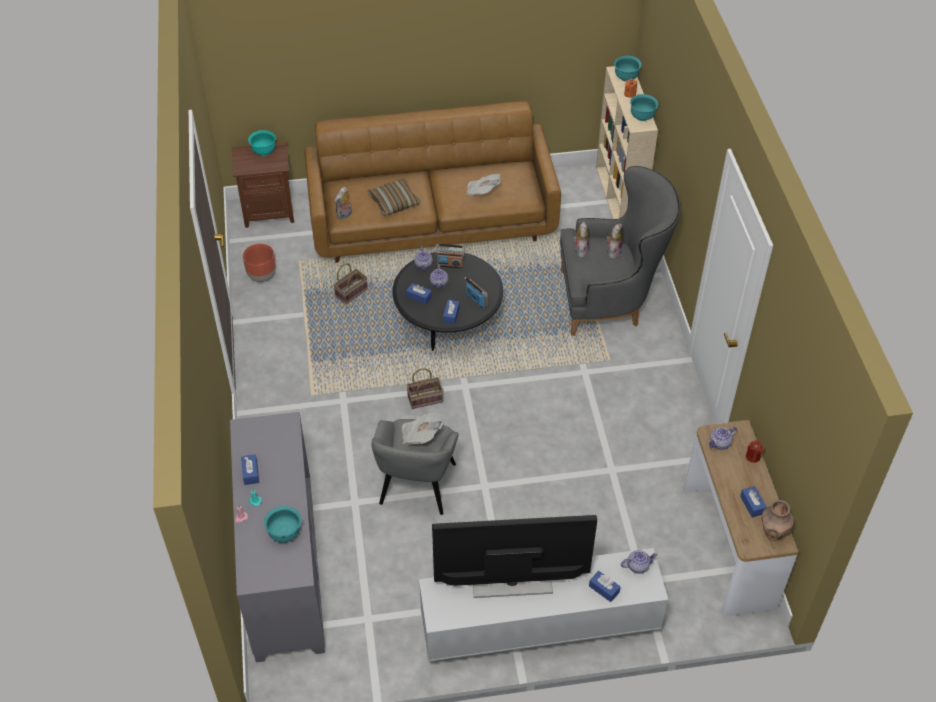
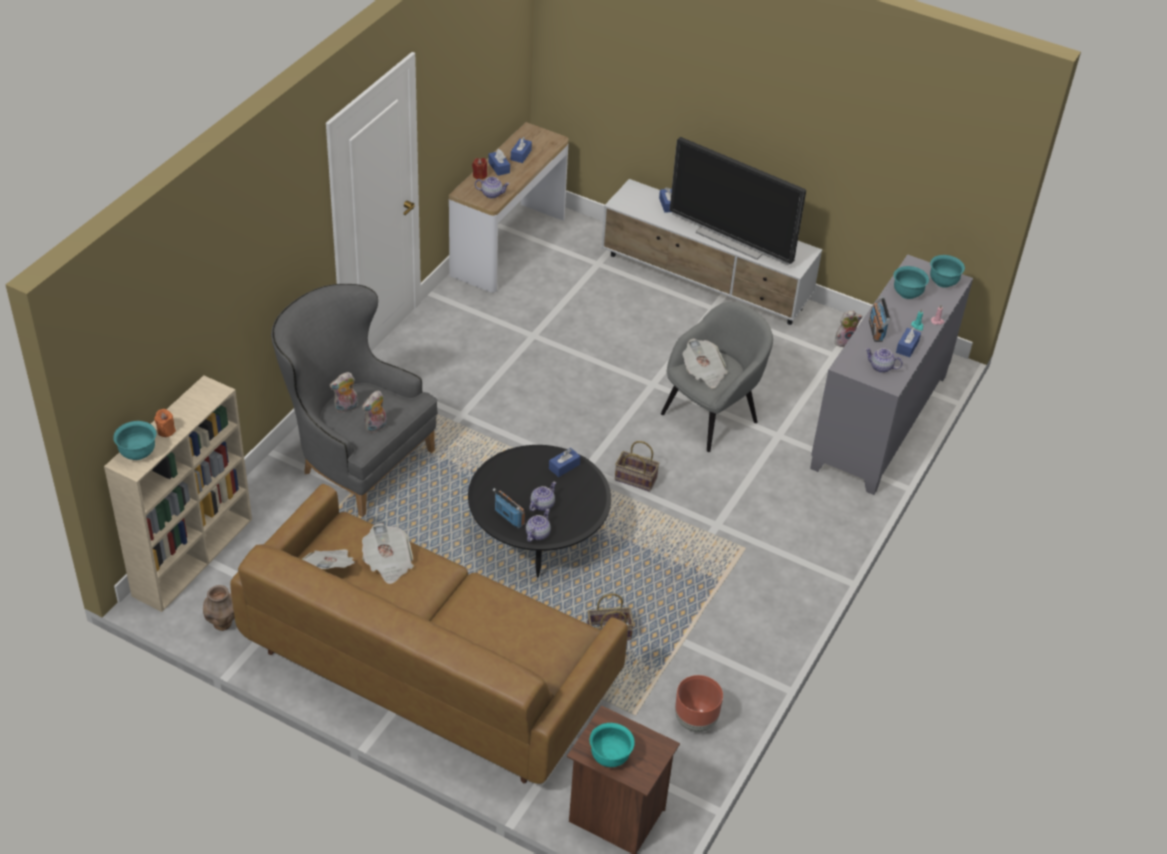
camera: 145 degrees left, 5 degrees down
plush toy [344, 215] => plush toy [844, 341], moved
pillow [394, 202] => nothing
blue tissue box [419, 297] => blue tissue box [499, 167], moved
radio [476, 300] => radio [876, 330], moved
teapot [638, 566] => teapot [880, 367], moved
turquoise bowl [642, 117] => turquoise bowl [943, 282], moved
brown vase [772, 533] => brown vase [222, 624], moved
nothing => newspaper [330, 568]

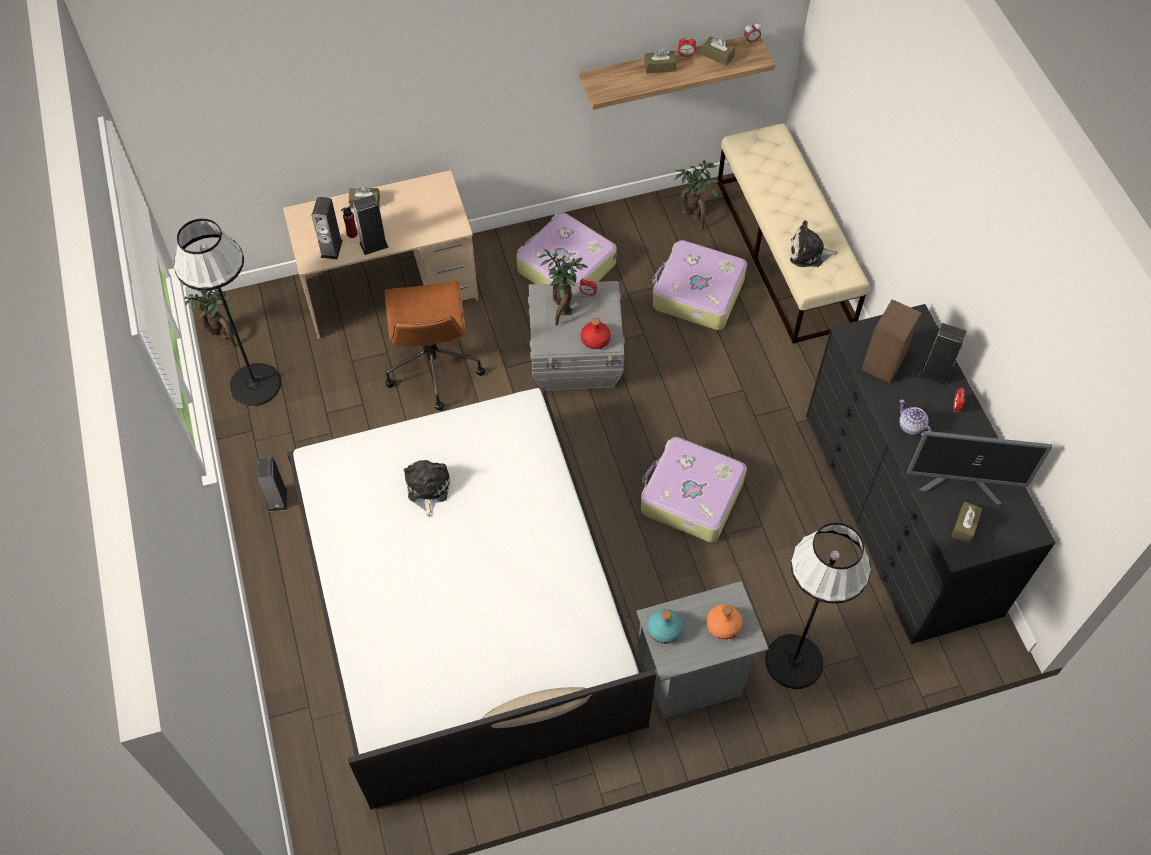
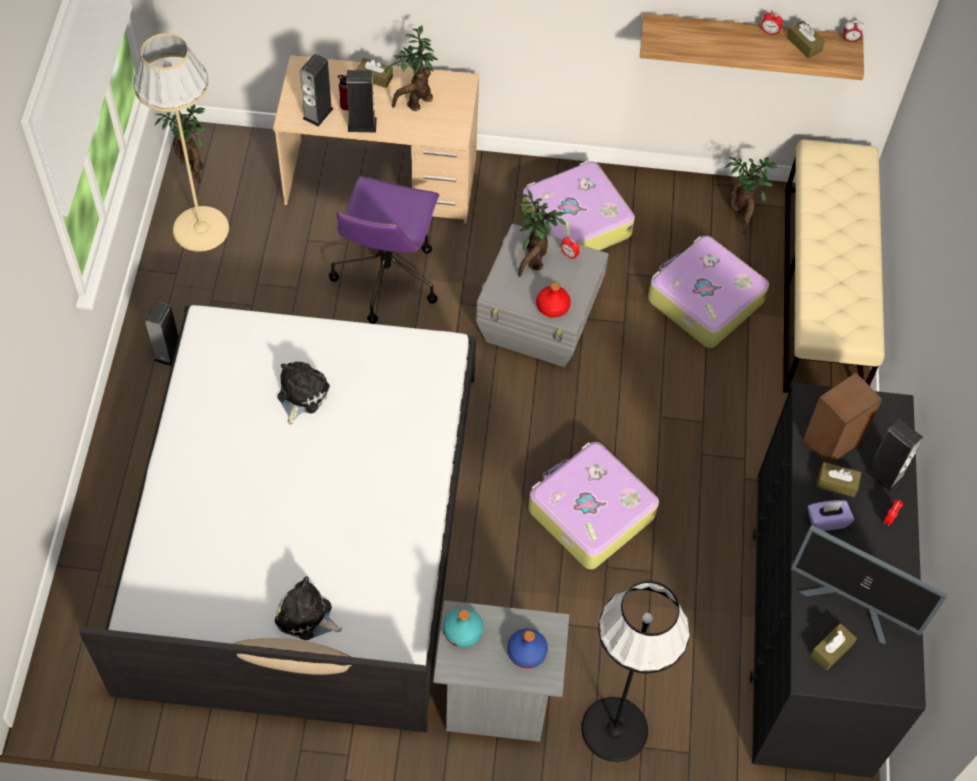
camera: 20 degrees right, 0 degrees up
black floor lamp [255, 384] => beige floor lamp [201, 228]
brown office chair [433, 367] => purple office chair [386, 276]
brown tissue box [659, 67] => brown tissue box [836, 483], moved
orange bottle [723, 625] => blue bottle [527, 651]
plush toy [809, 253] => plush toy [306, 617], moved
teapot [910, 426] => purple tissue box [826, 521]
nothing => potted plant [415, 103]

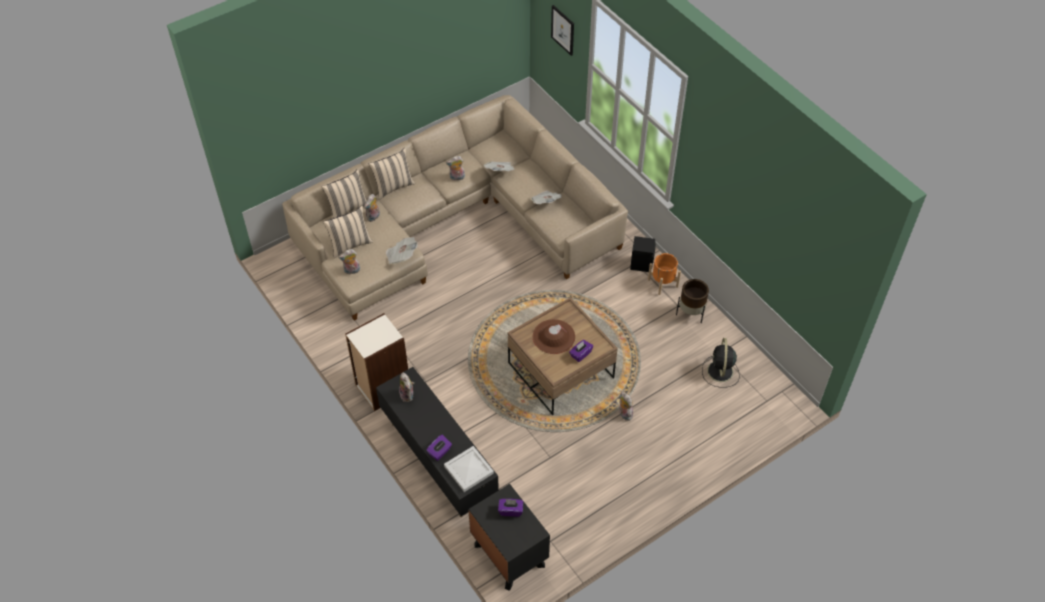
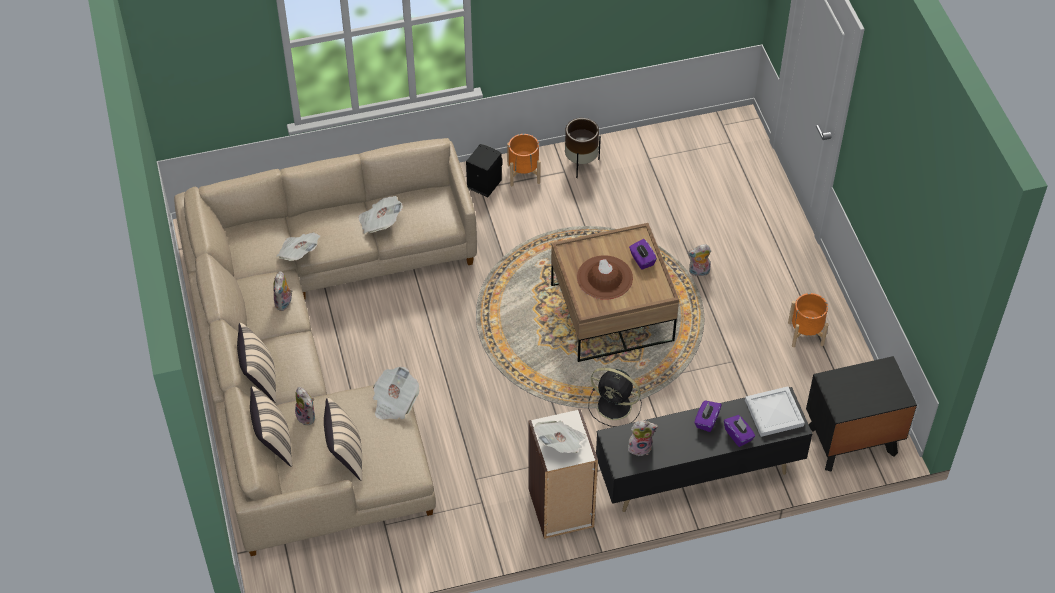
camera: 70 degrees left, 0 degrees up
plush toy [351, 271] => nothing
purple tissue box [510, 510] => purple tissue box [706, 421], moved
picture [563, 30] => nothing
black fan [720, 372] => black fan [615, 406], moved
nothing => newspaper [561, 444]
nothing => orange planter [805, 333]

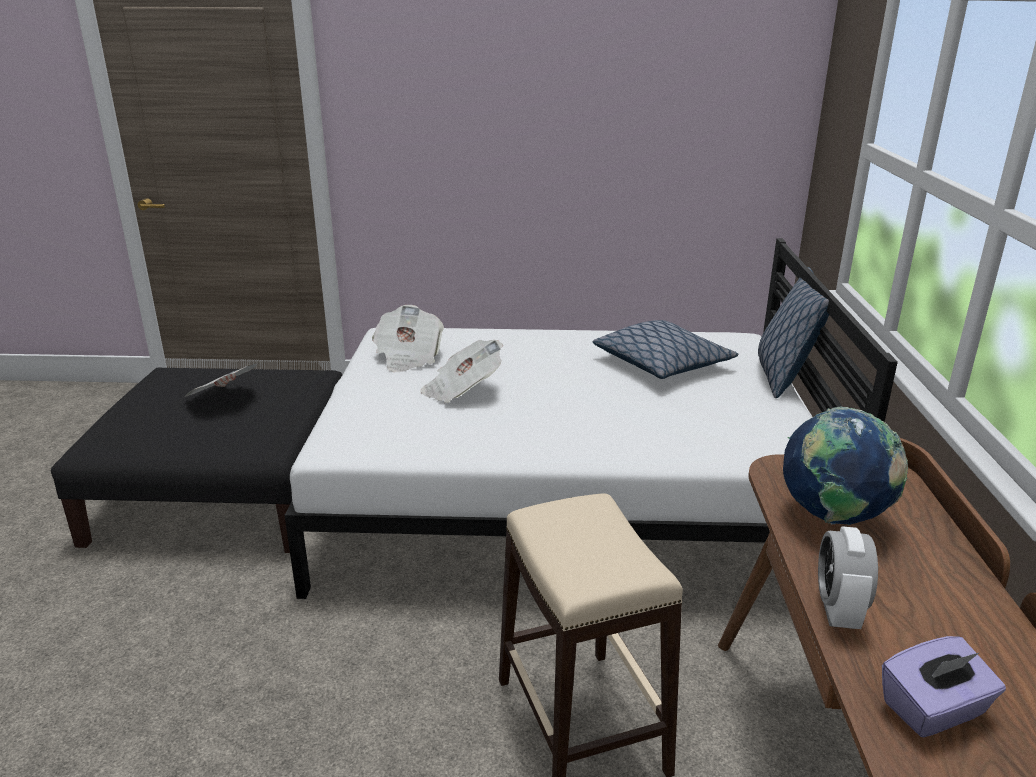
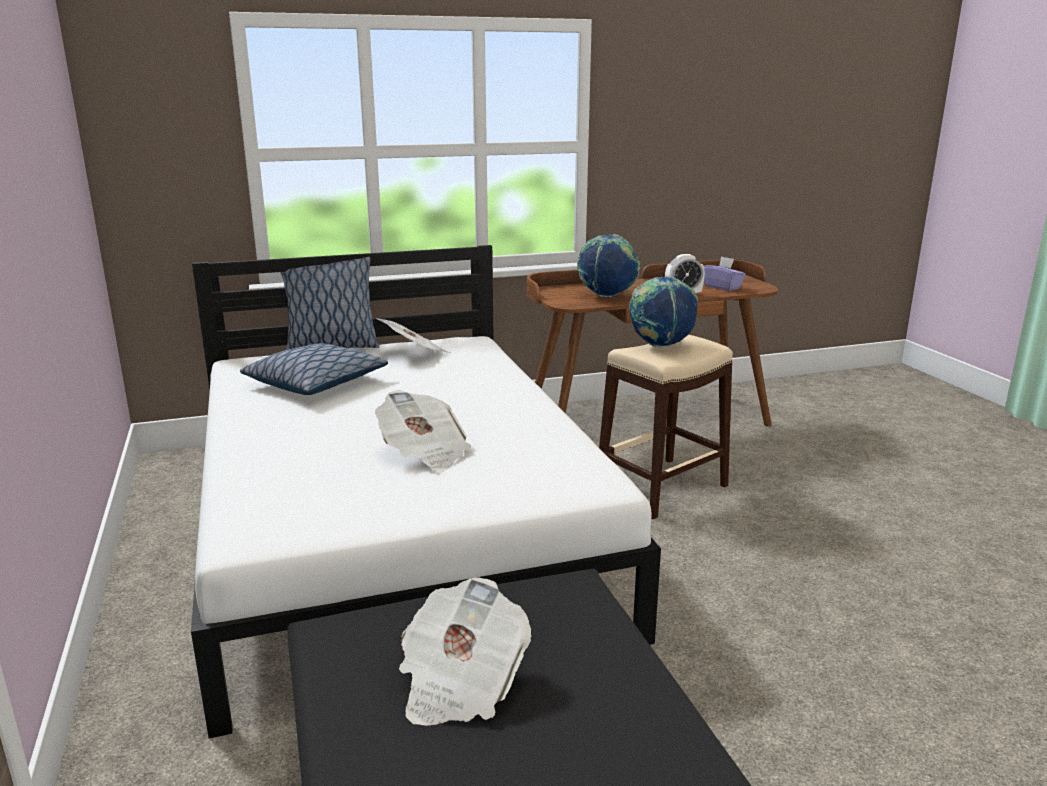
camera: 110 degrees left, 5 degrees down
newspaper [408, 357] => newspaper [414, 354], moved
nothing => globe [660, 346]

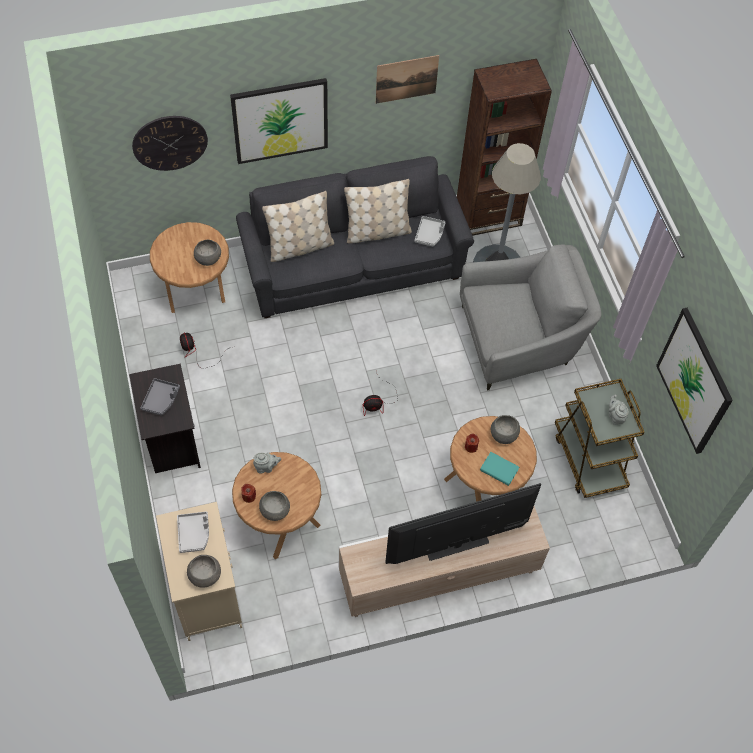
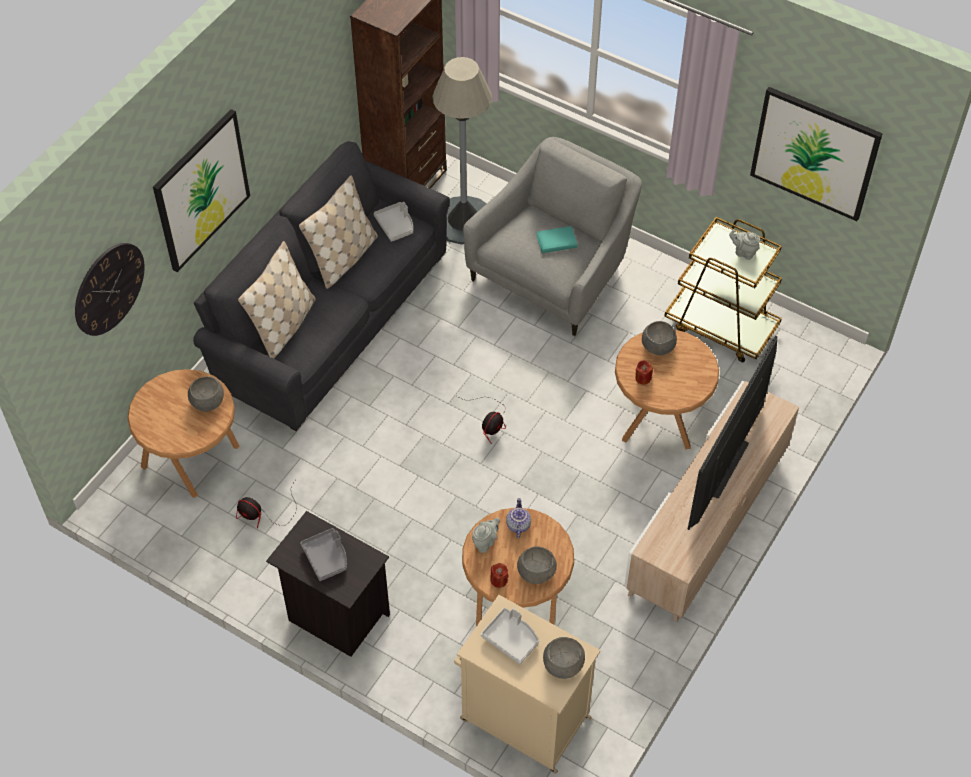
camera: 40 degrees left, 5 degrees down
picture [406, 79] => nothing
turquoise book [499, 470] => turquoise book [556, 241], moved
nothing => teapot [517, 525]

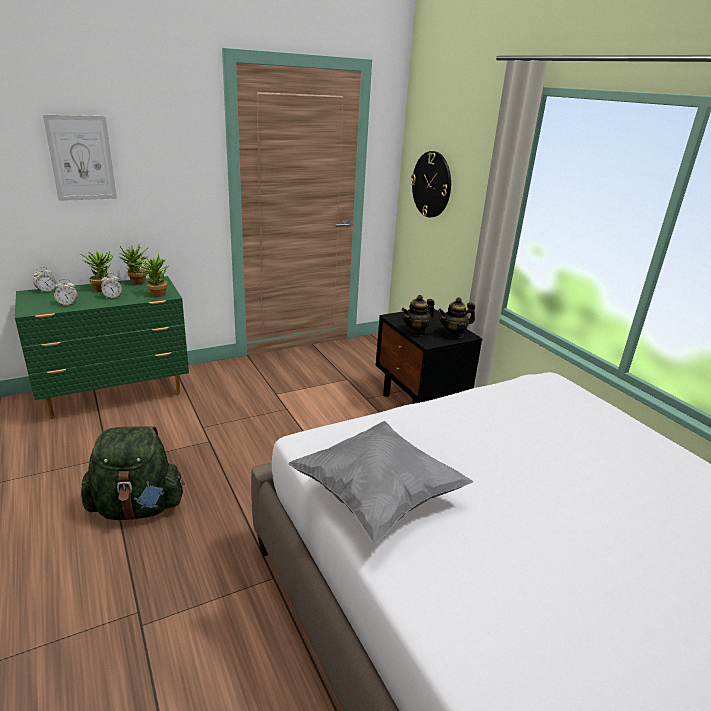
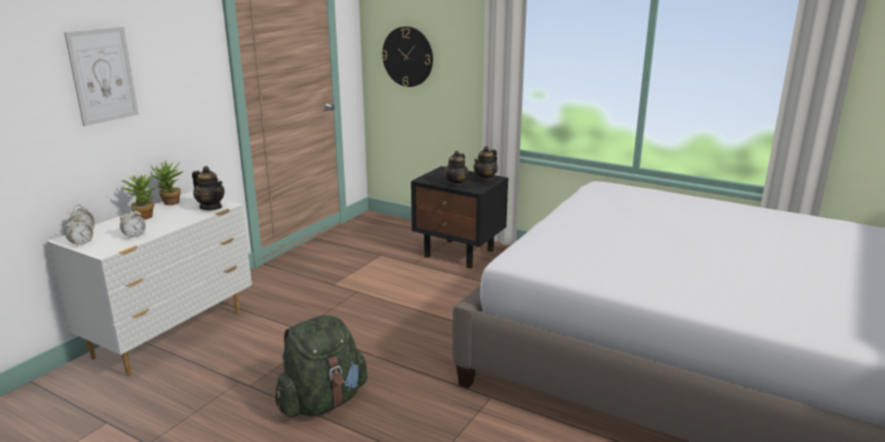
camera: 30 degrees left, 5 degrees down
green dresser [117, 394] => white dresser [172, 334]
alarm clock [112, 297] => alarm clock [81, 243], moved
potted plant [156, 294] => teapot [211, 207]
grey pillow [377, 497] => nothing

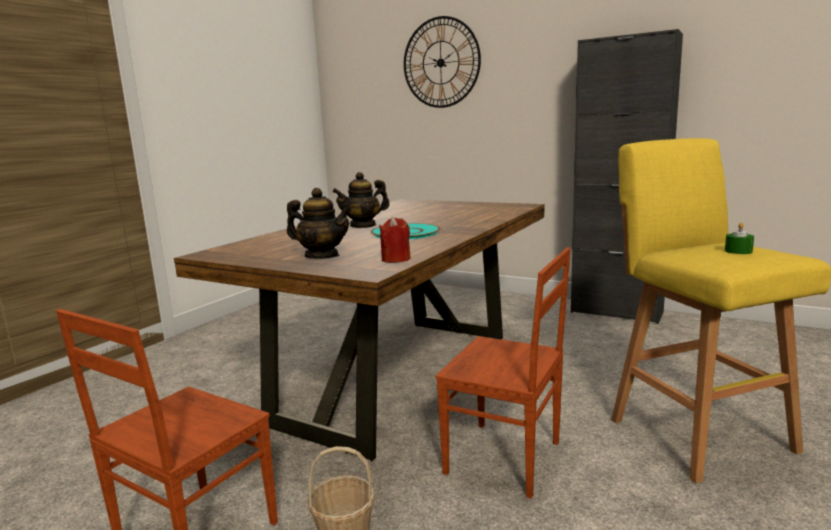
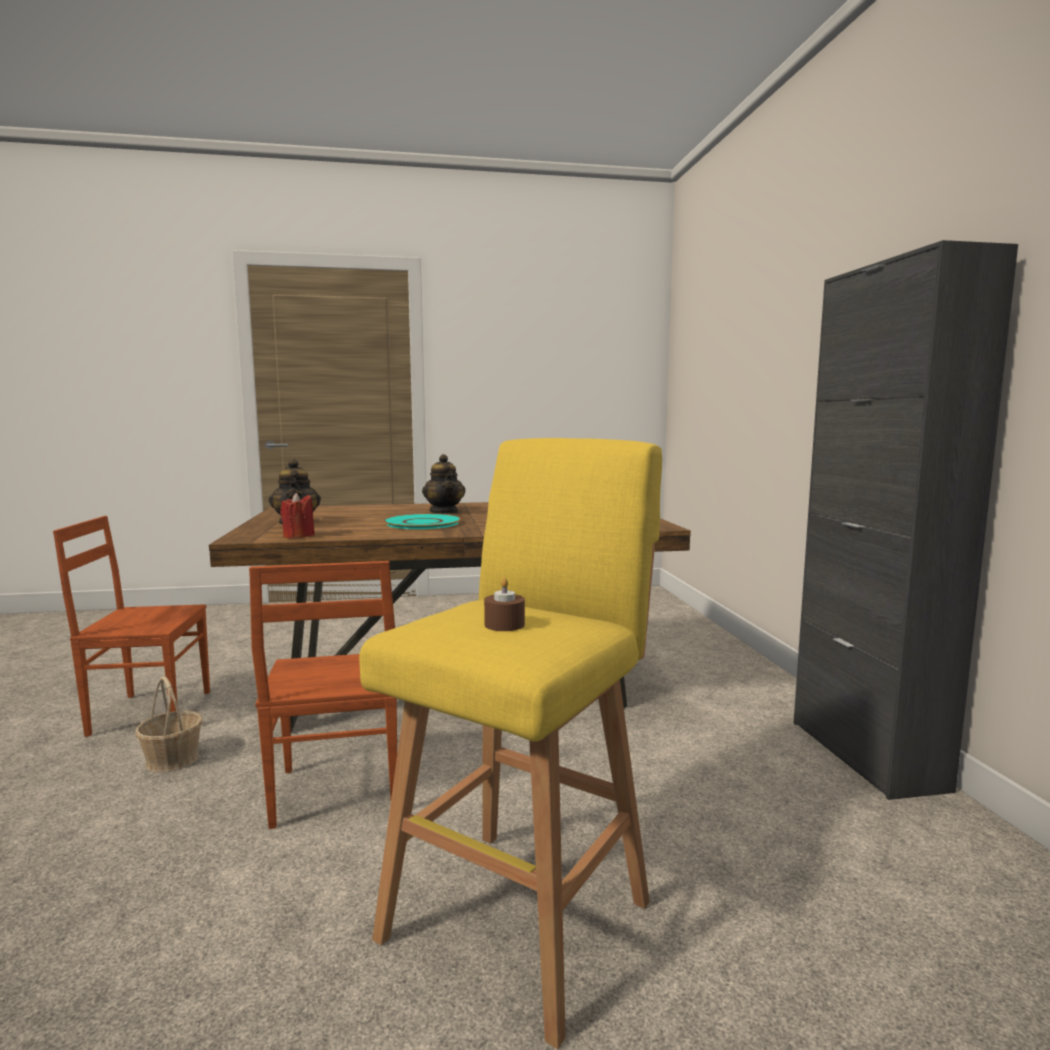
camera: 50 degrees right, 5 degrees down
teapot [363, 225] => teapot [444, 512], 135 degrees counterclockwise
wall clock [441, 62] => nothing
green candle [738, 251] => brown candle [504, 624]

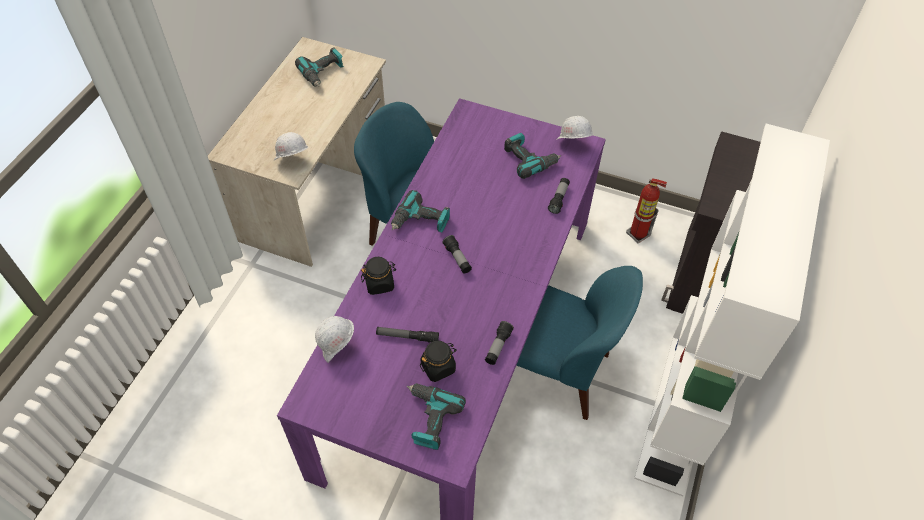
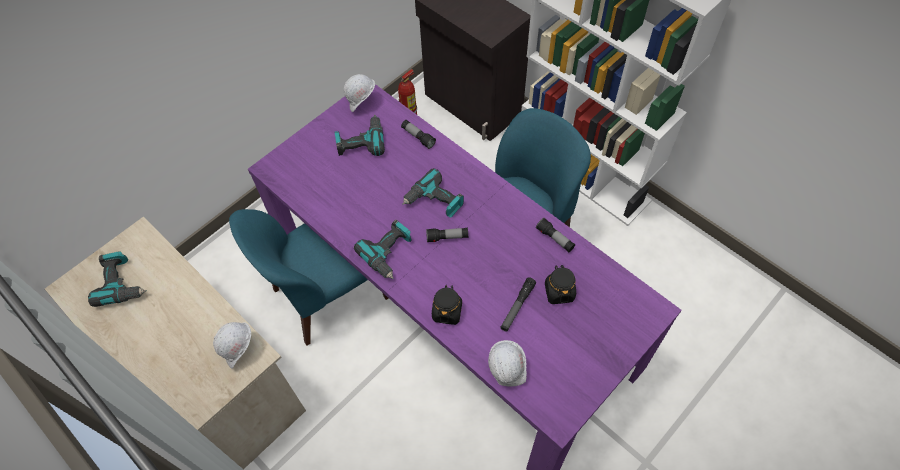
camera: 65 degrees left, 5 degrees up
power drill [429, 419] => power drill [434, 201], moved

